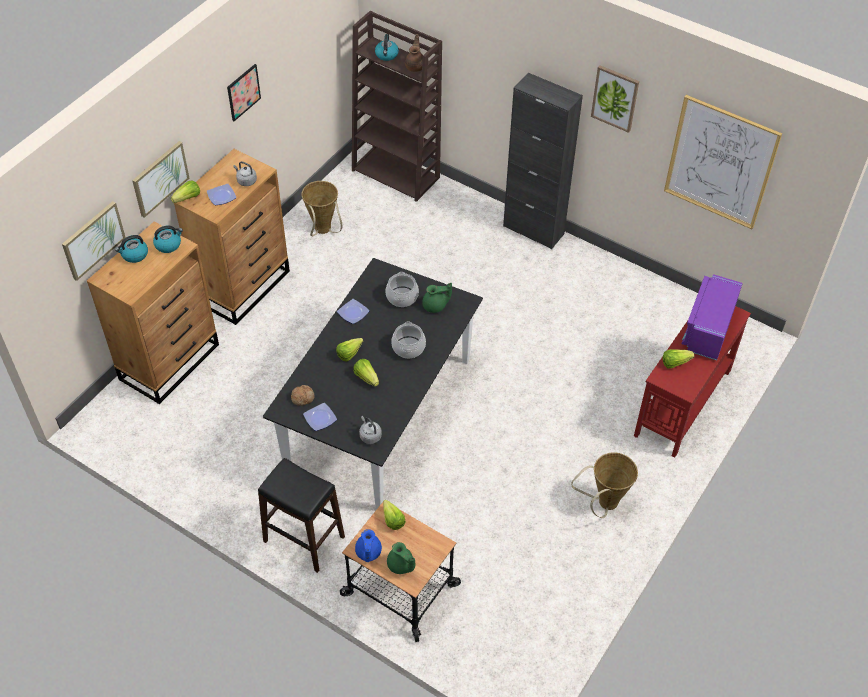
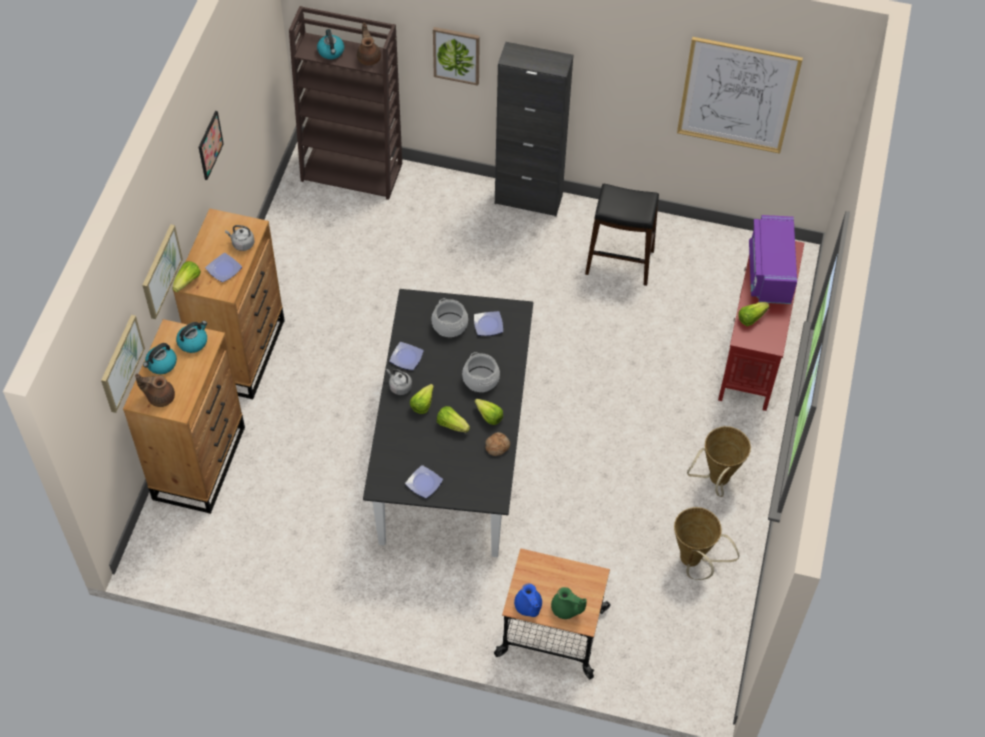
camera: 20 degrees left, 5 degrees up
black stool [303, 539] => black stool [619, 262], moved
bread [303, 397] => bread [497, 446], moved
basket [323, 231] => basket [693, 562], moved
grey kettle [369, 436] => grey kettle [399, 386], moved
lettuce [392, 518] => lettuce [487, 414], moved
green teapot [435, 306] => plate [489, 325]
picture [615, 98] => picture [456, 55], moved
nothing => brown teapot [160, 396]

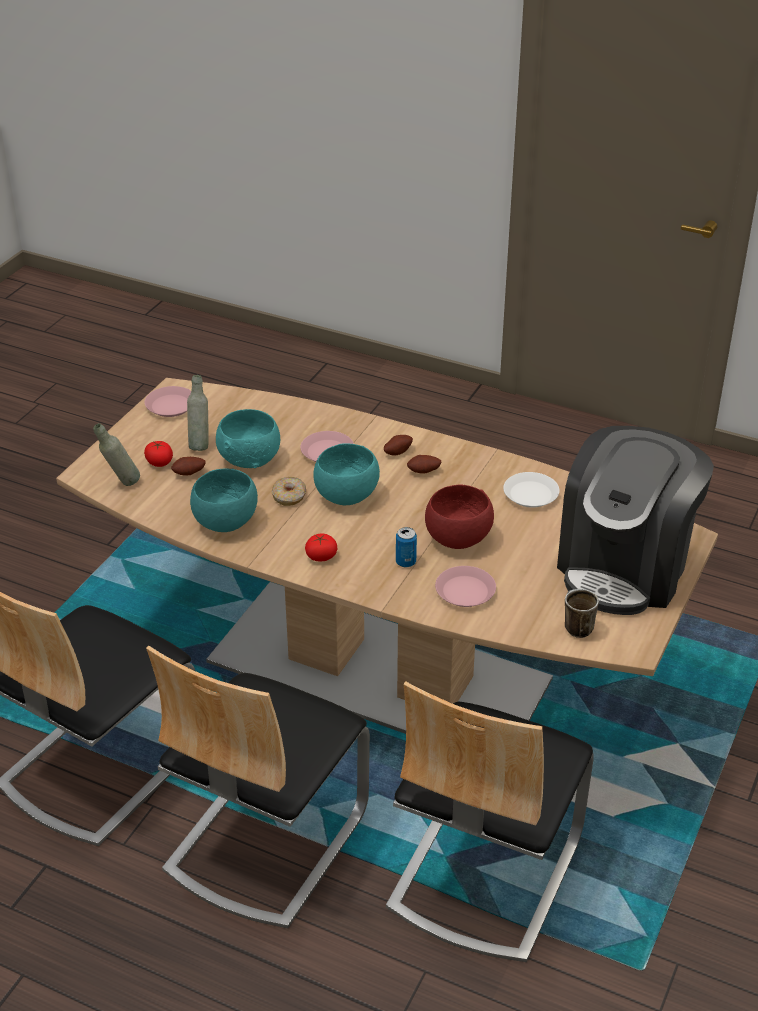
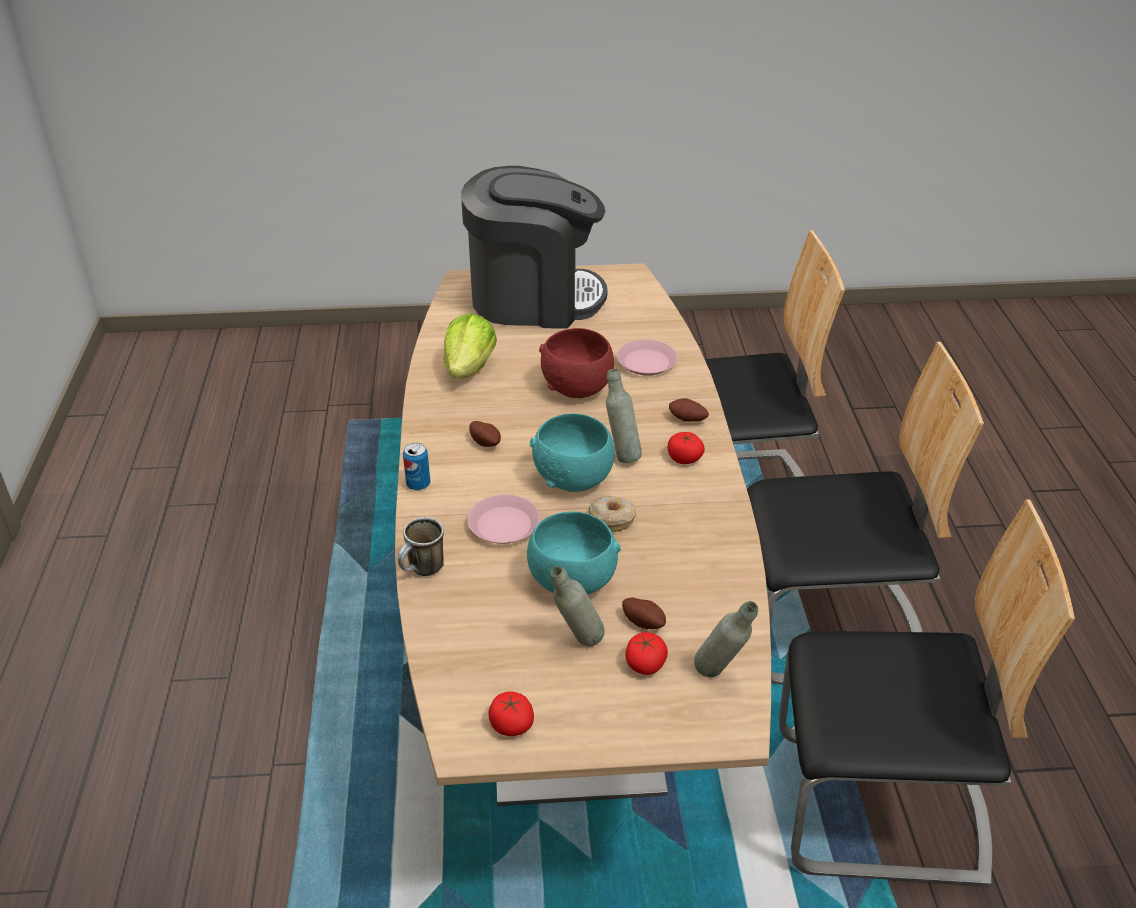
camera: 120 degrees left, 0 degrees up
pink plate [171, 406] => tomato [511, 725]
turquoise bowl [225, 523] => nothing
potato [397, 452] => potato [687, 420], moved
can [405, 562] => can [418, 484], moved
white plate [531, 494] => lettuce [469, 368]
mug [575, 627] => mug [423, 571], moved
nothing => grey bottle [621, 455]

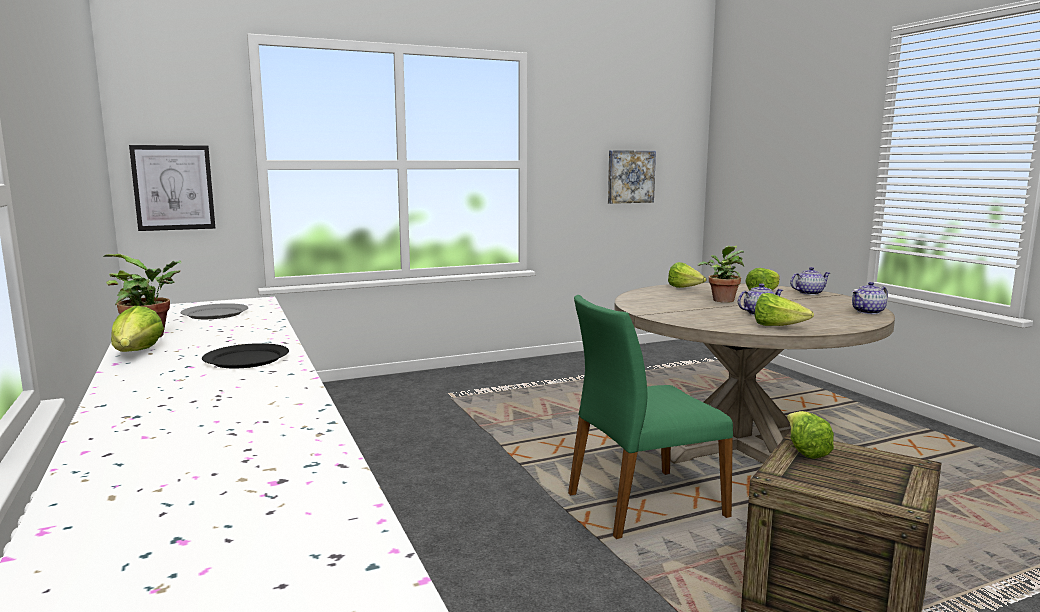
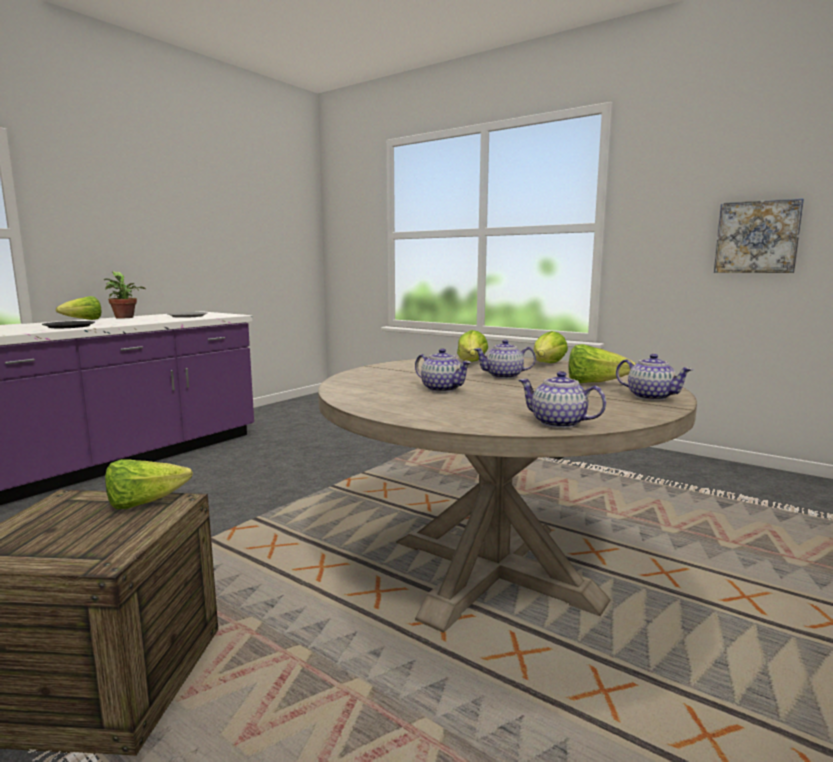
camera: 60 degrees right, 0 degrees up
picture [173, 187] => nothing
green chair [643, 504] => nothing
potted plant [722, 300] => teapot [504, 376]
lettuce [777, 327] => lettuce [471, 363], moved

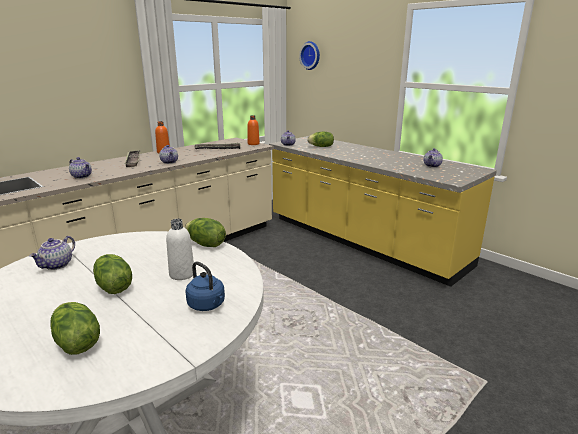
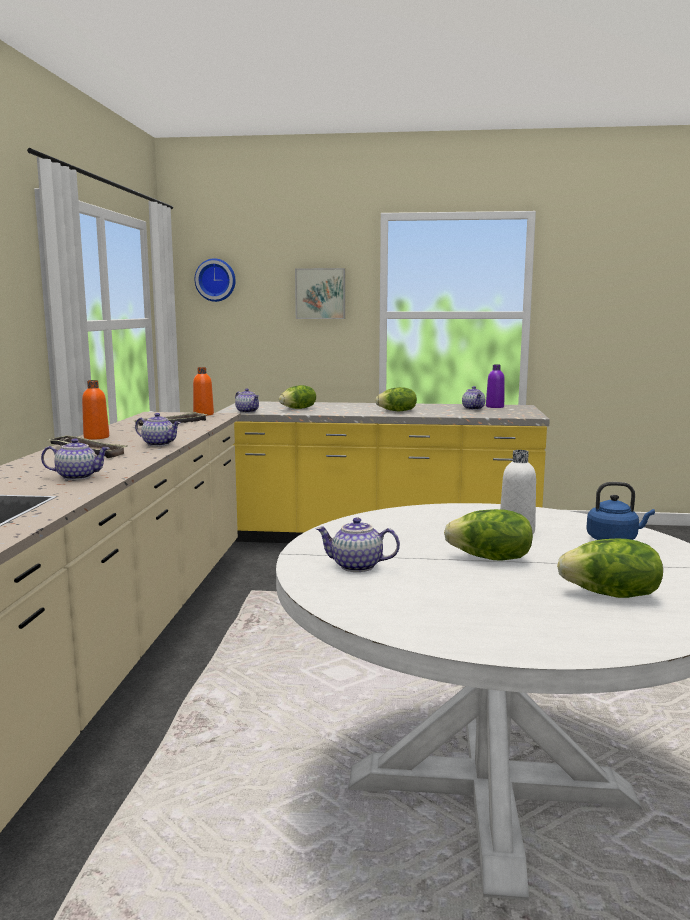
camera: 40 degrees left, 10 degrees down
teapot [57, 265] => teapot [356, 567], 120 degrees clockwise
lettuce [205, 244] => lettuce [397, 411], moved
nothing => picture [320, 293]
nothing => purple bottle [494, 407]

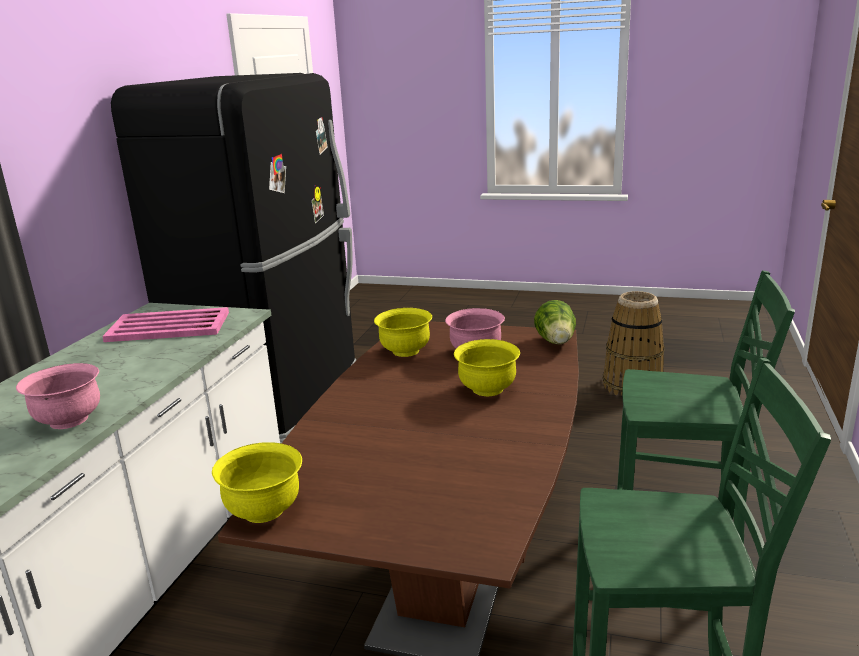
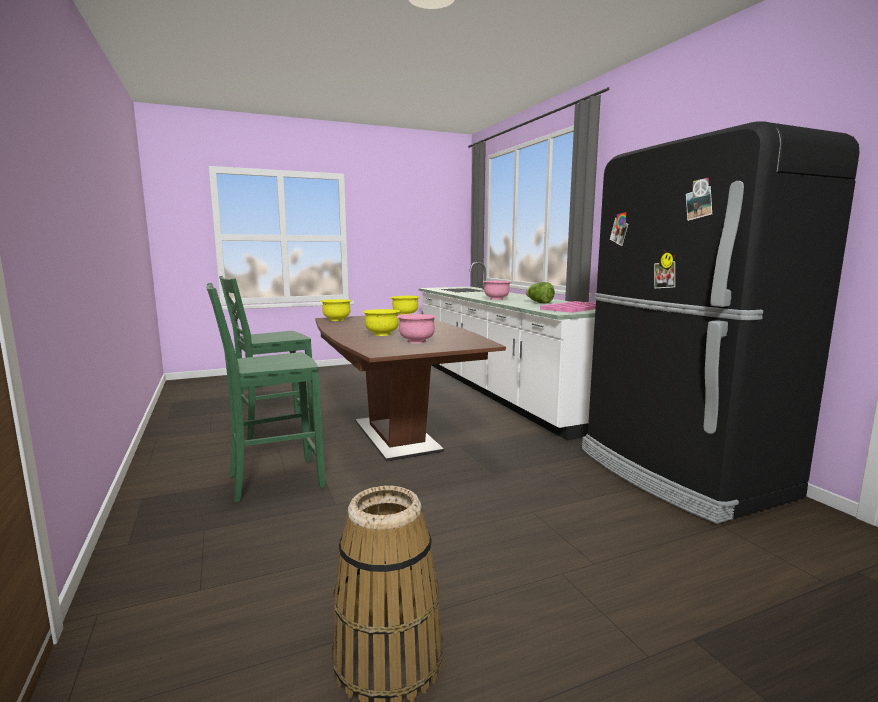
camera: 140 degrees right, 10 degrees down
yellow bowl [405, 351] => yellow bowl [337, 320], moved
lettuce [556, 342] => lettuce [539, 303], moved

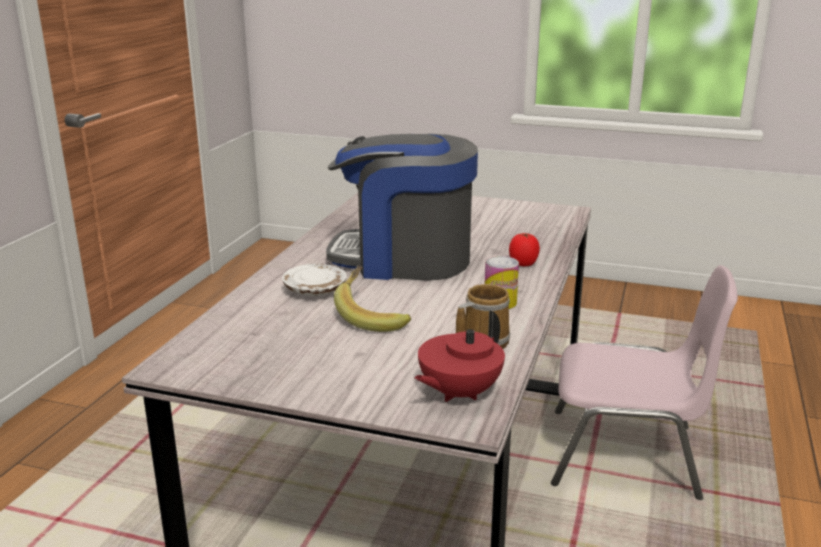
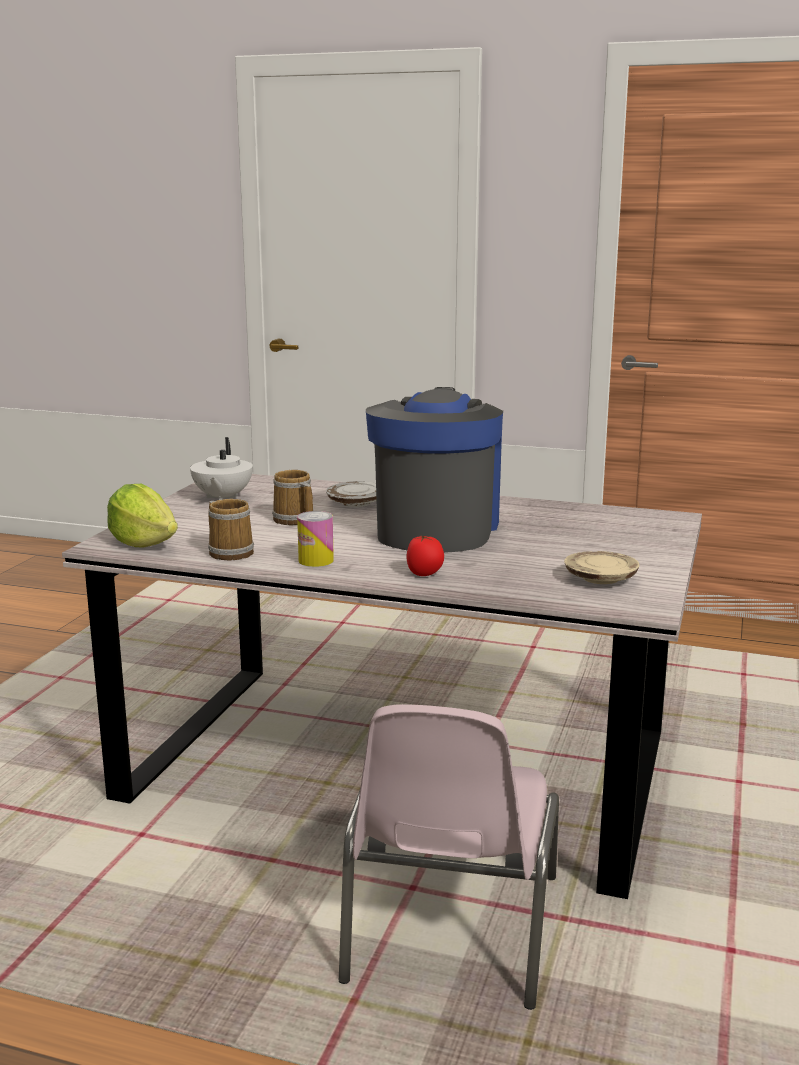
camera: 90 degrees right, 5 degrees down
banana [373, 316] => mug [293, 520]
red teapot [458, 393] => lettuce [144, 543]
nothing => white teapot [222, 498]
nothing => beige plate [600, 578]

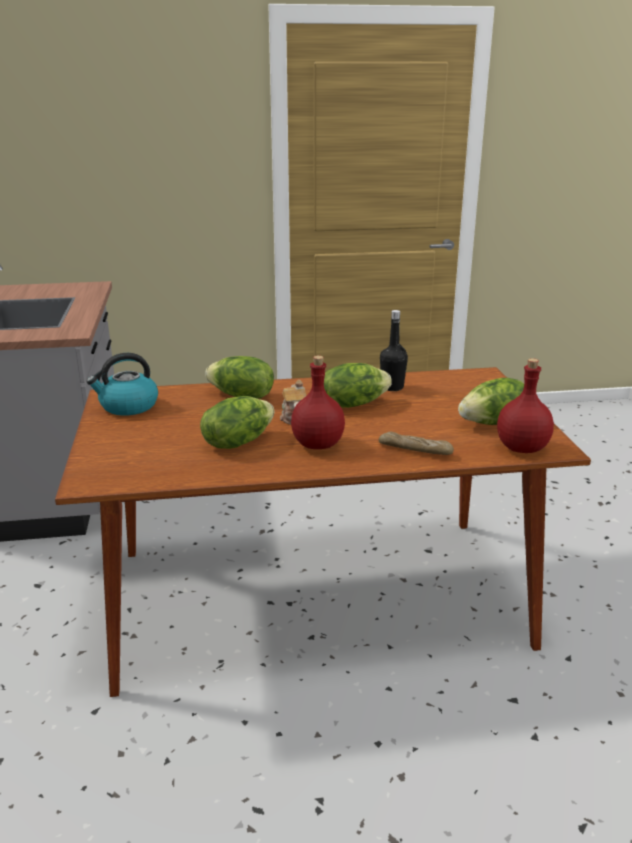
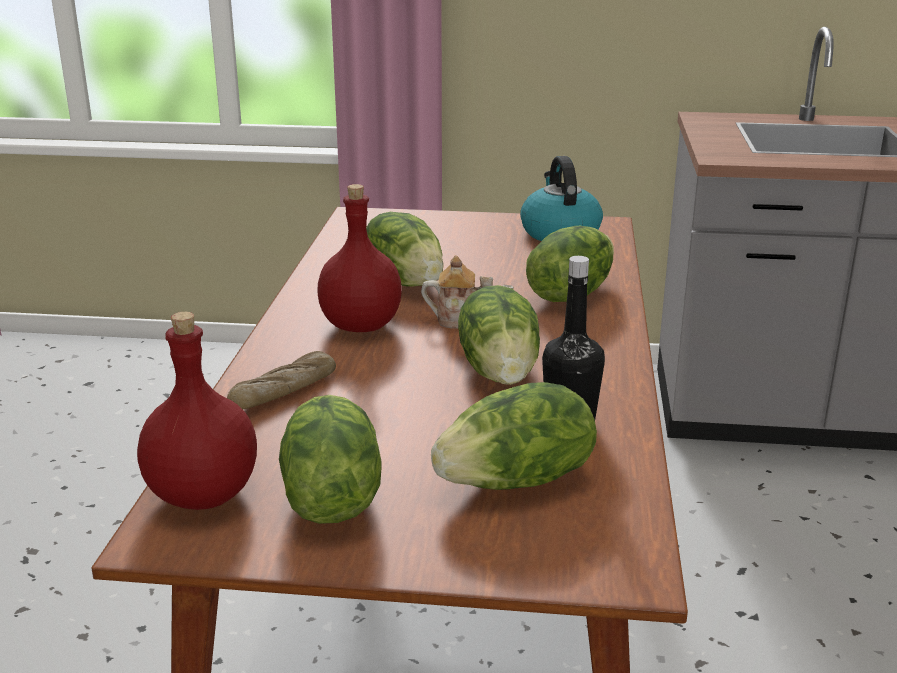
camera: 105 degrees right, 0 degrees up
nothing => lettuce [518, 481]

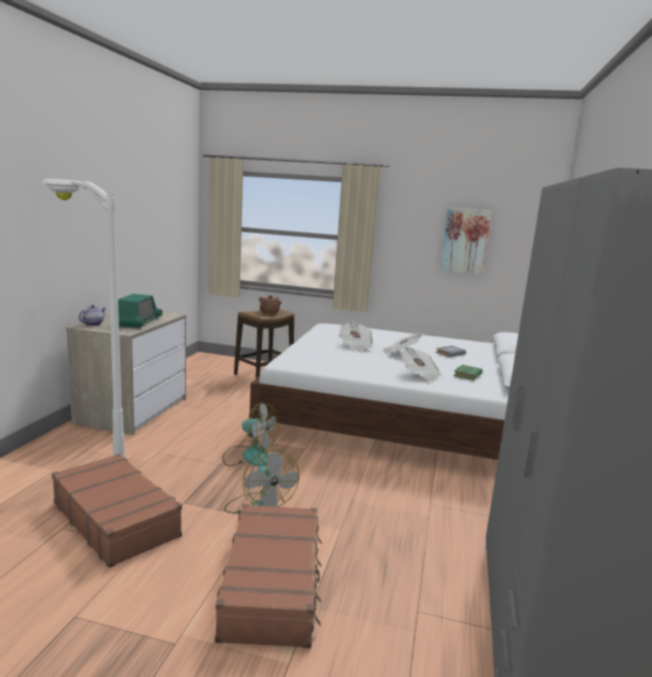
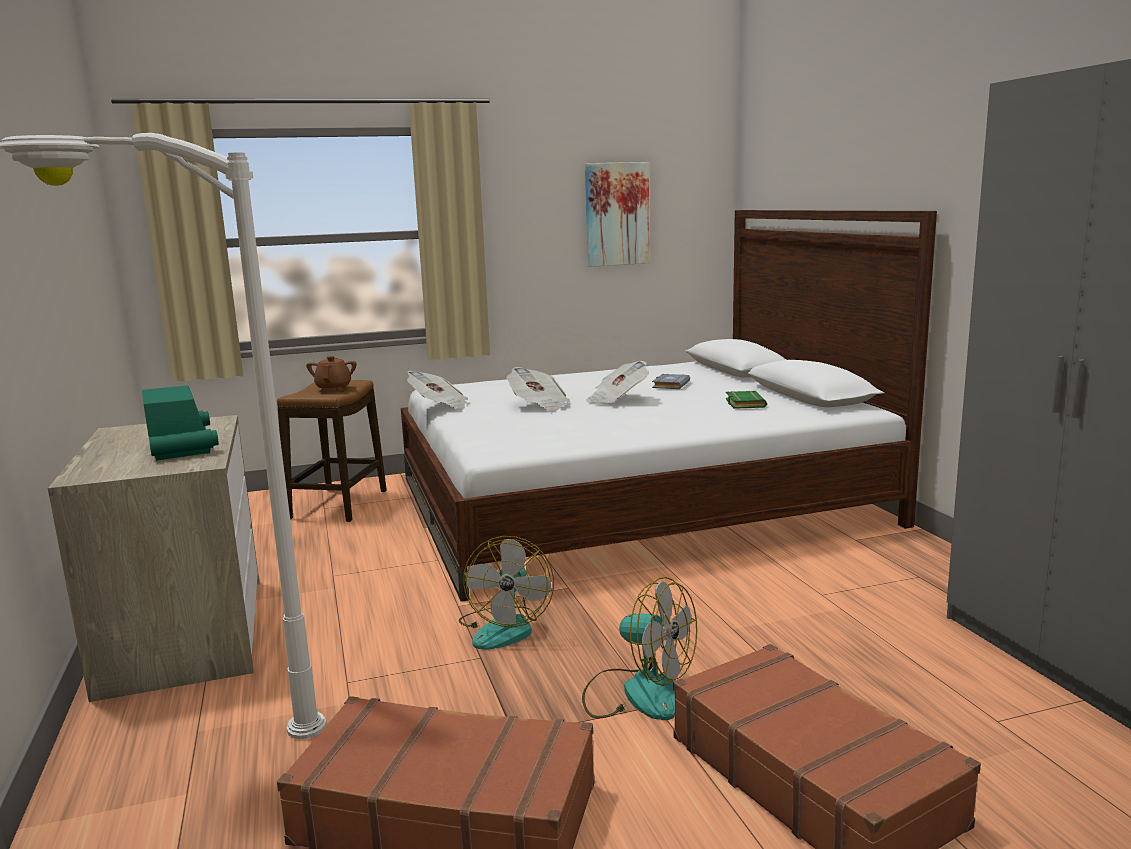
camera: 30 degrees left, 0 degrees up
teapot [93, 324] => nothing
fan [249, 456] => fan [505, 628], 105 degrees clockwise
newspaper [419, 375] => newspaper [439, 406], moved

